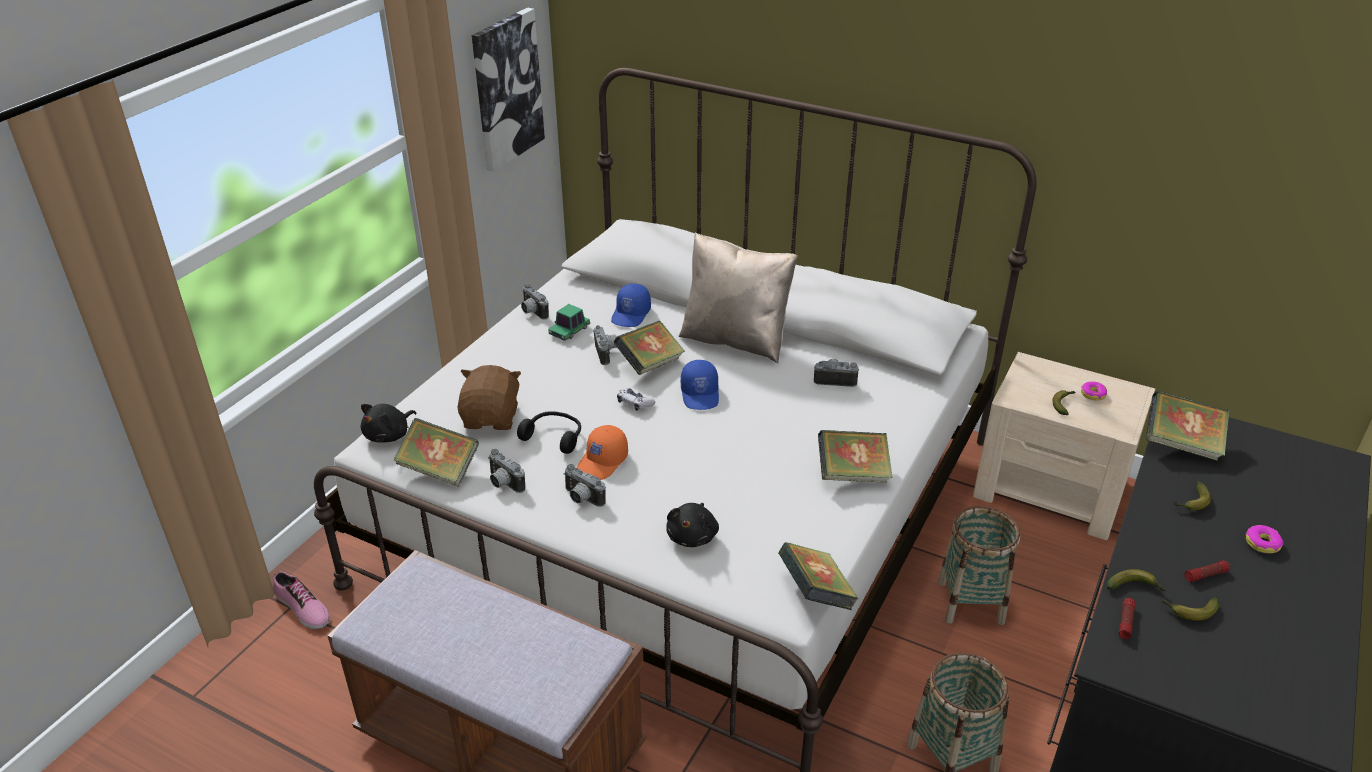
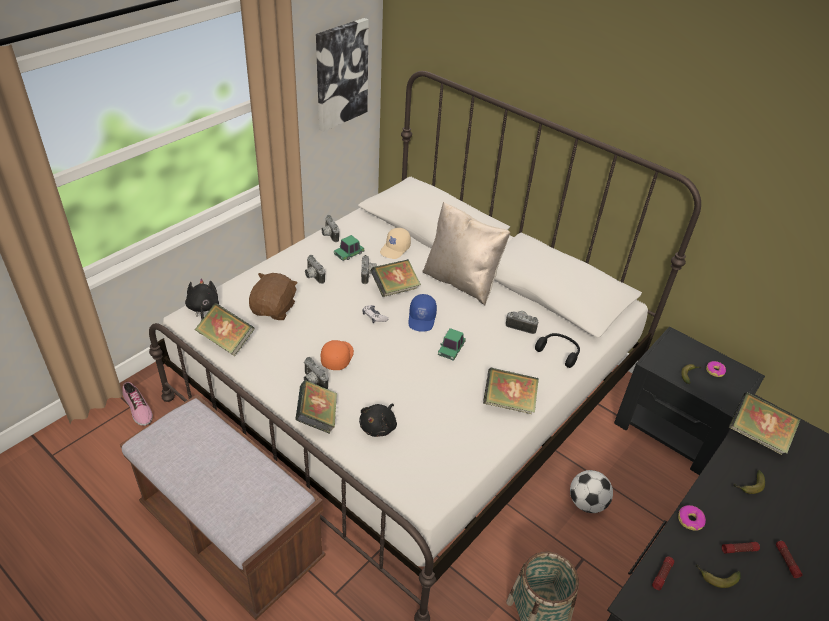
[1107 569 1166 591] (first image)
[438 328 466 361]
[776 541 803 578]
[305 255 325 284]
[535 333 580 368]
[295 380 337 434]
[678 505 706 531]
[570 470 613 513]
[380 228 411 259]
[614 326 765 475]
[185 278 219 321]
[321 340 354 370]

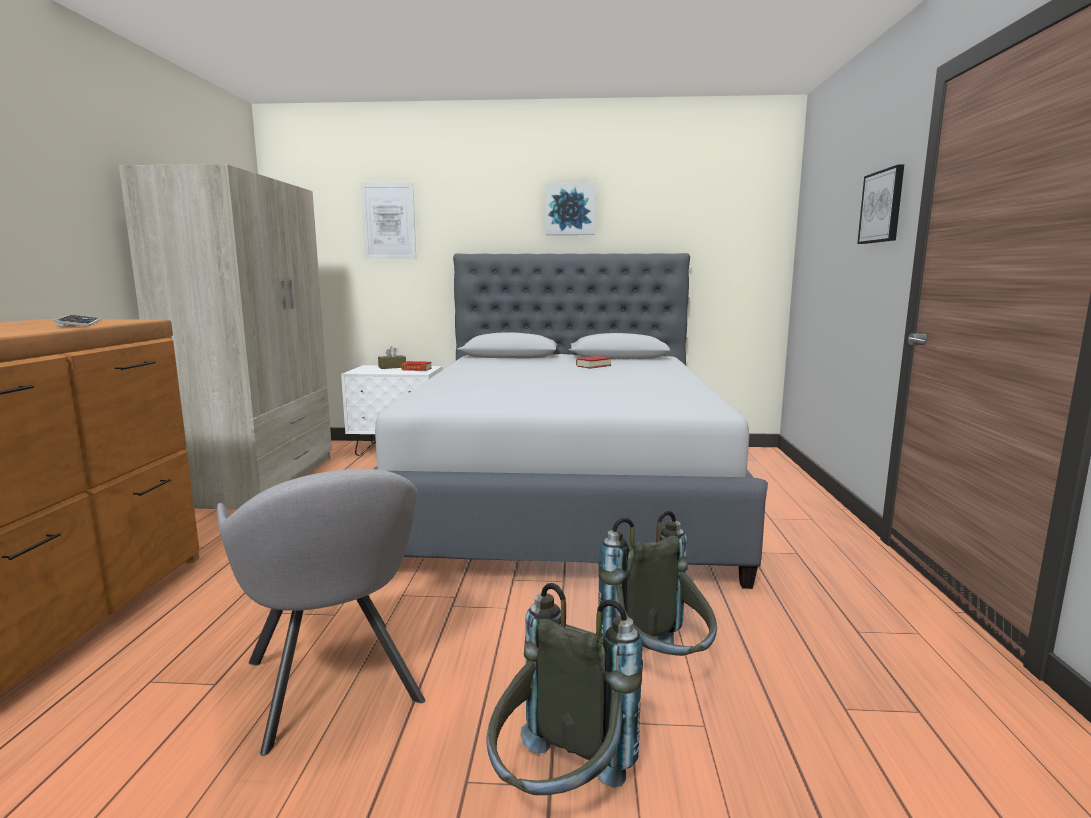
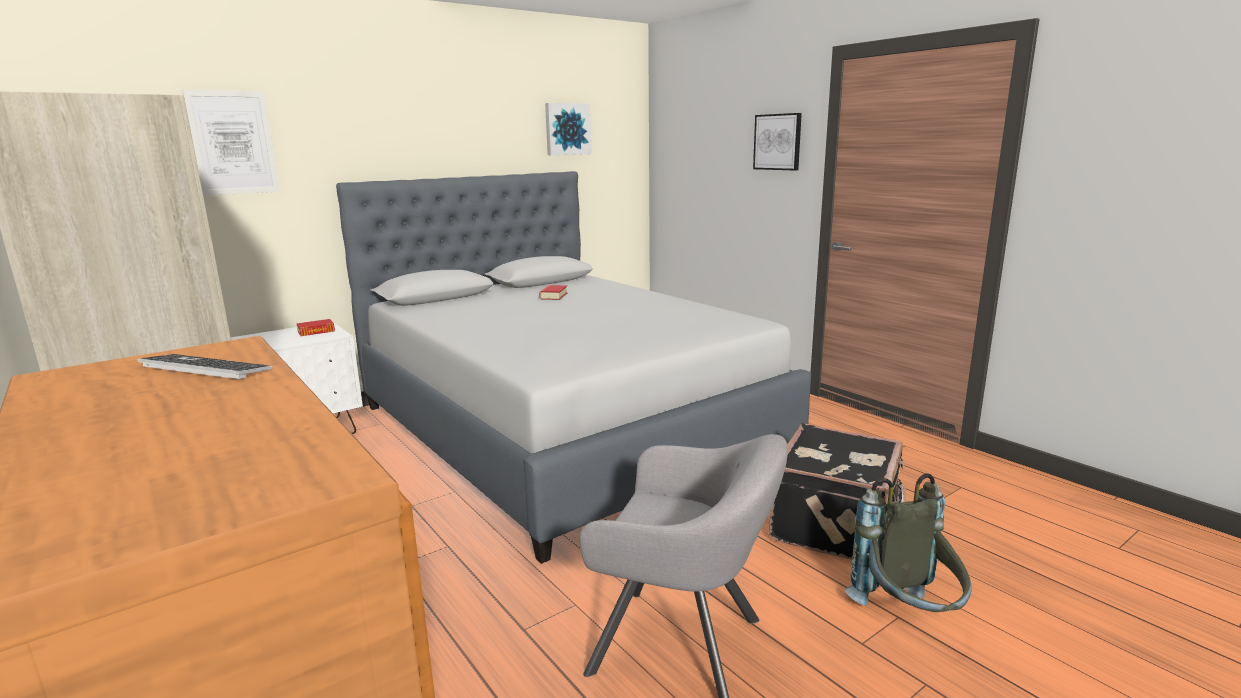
[378 346 406 369] (first image)
[545 103 592 155]
[769 423 906 560]

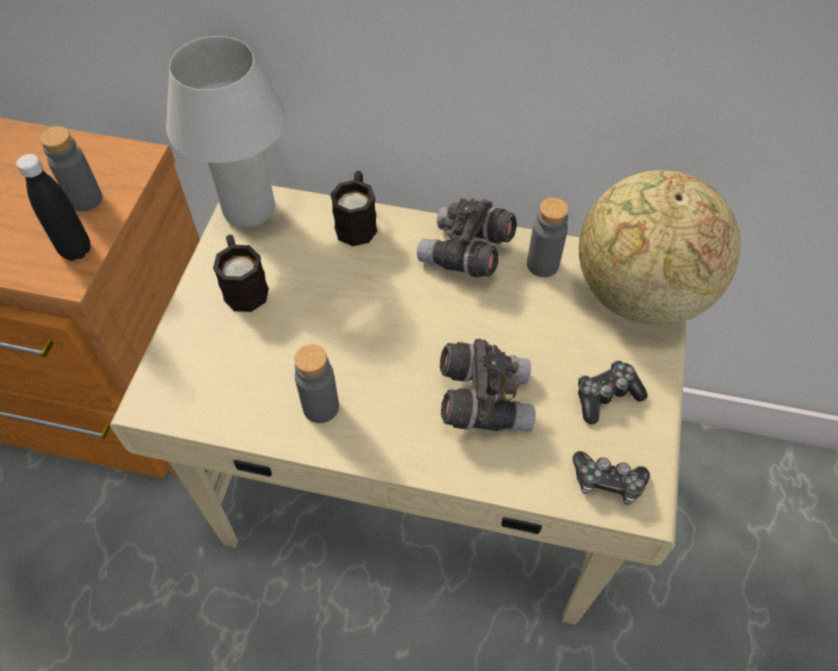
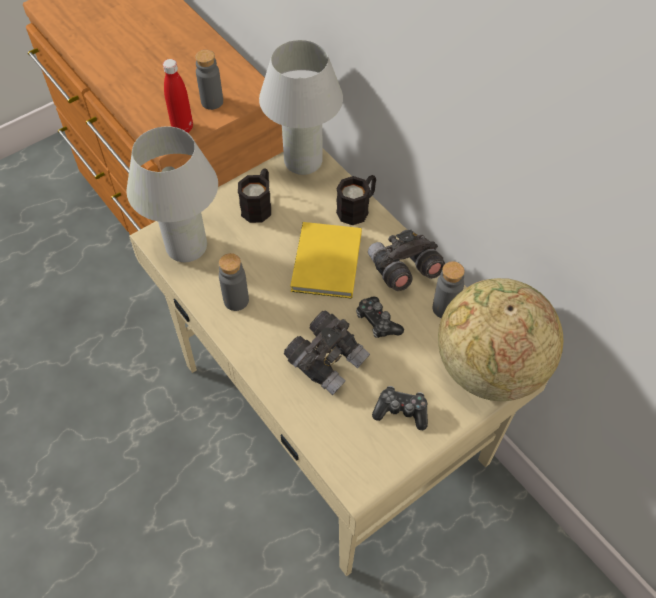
[127 126 218 262]
[290 222 362 299]
[356 297 404 338]
[163 59 193 133]

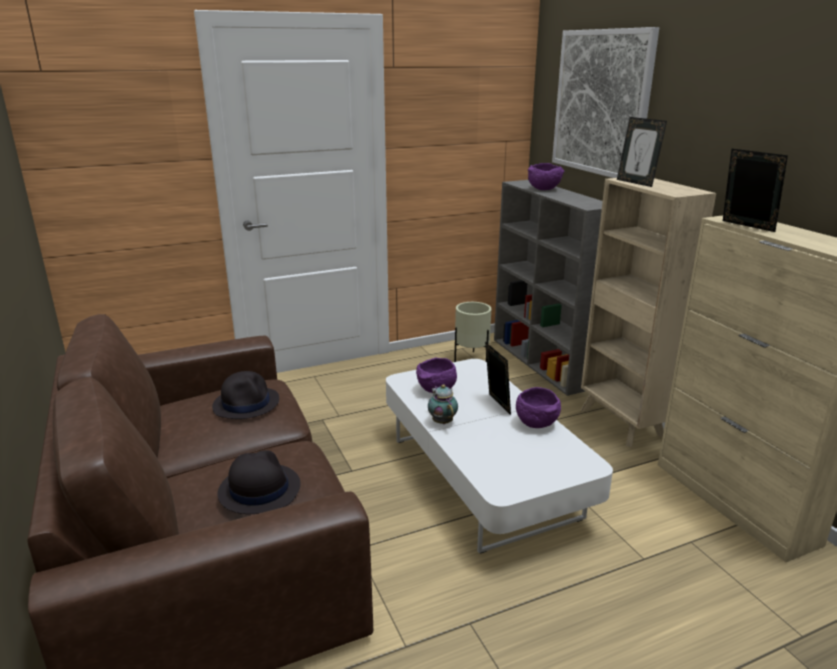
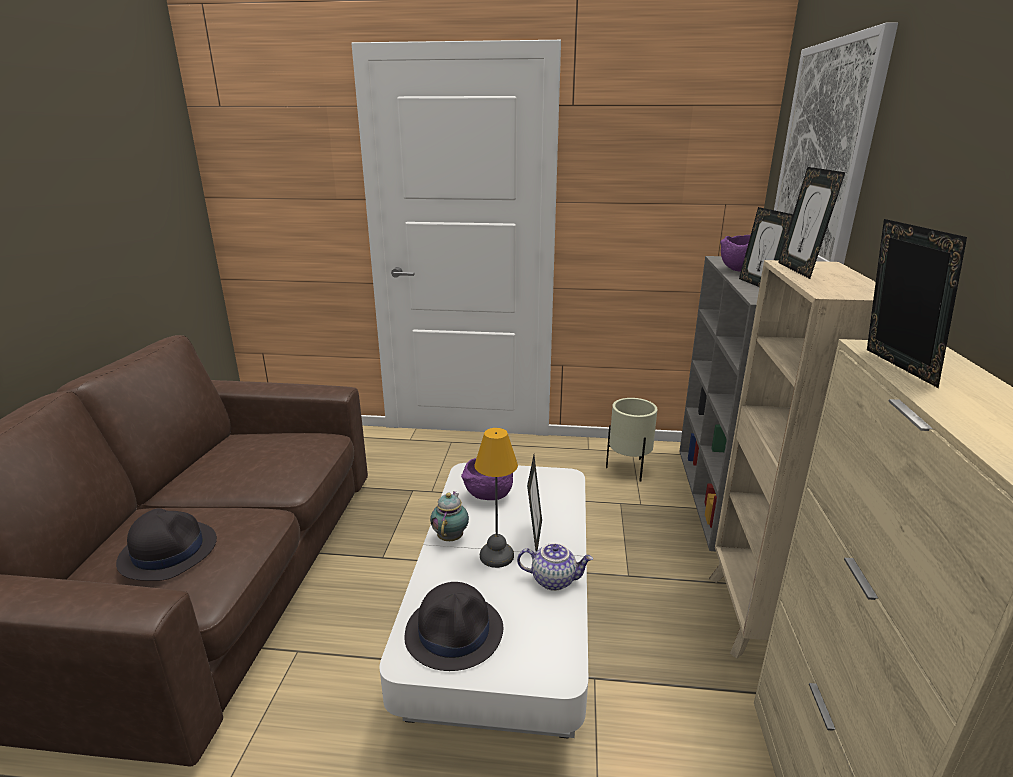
[474 428 518 568]
[739 207 793 287]
[405 582 503 671]
[517 543 593 591]

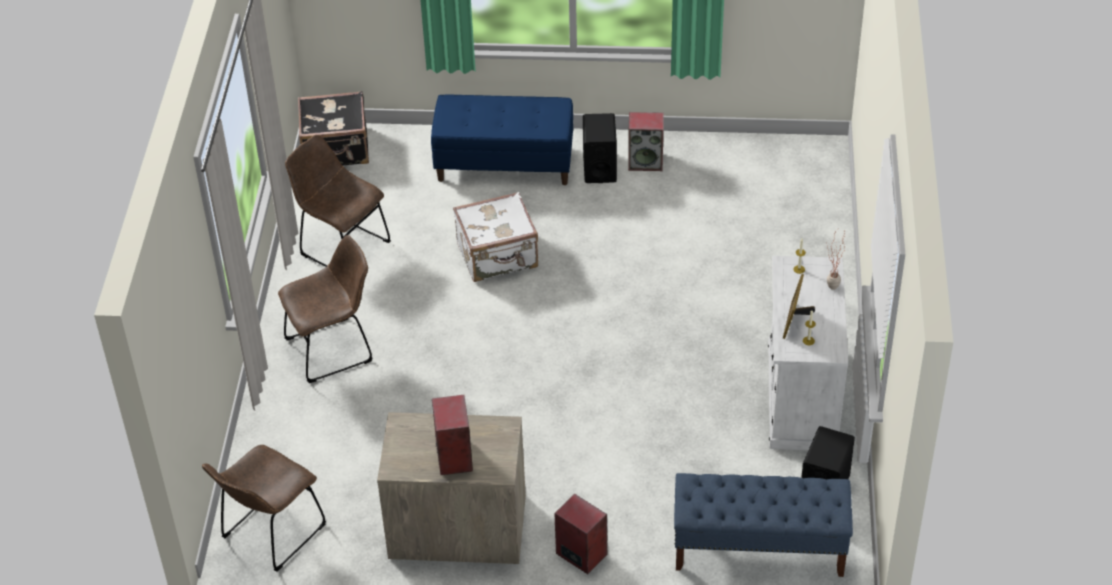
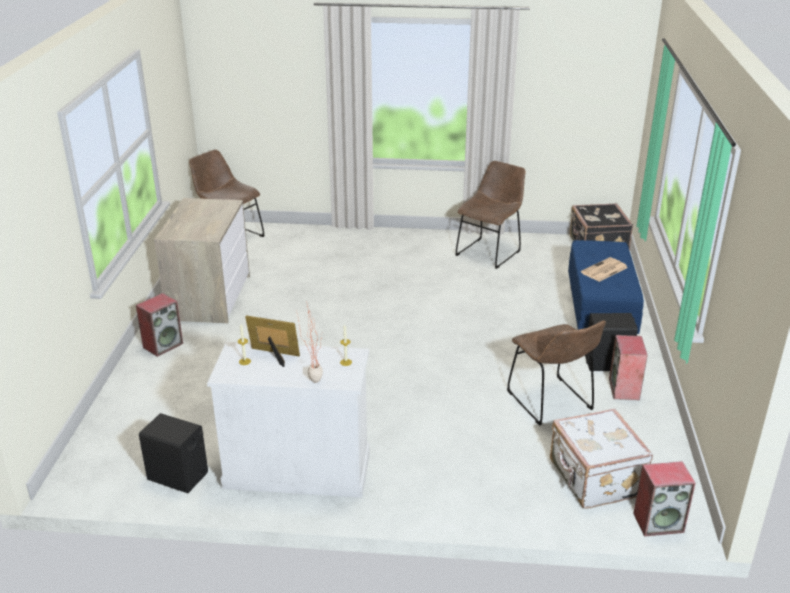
[674 473 853 577] (first image)
[581 257 628 282]
[507 321 606 426]
[633 461 696 537]
[550 409 653 509]

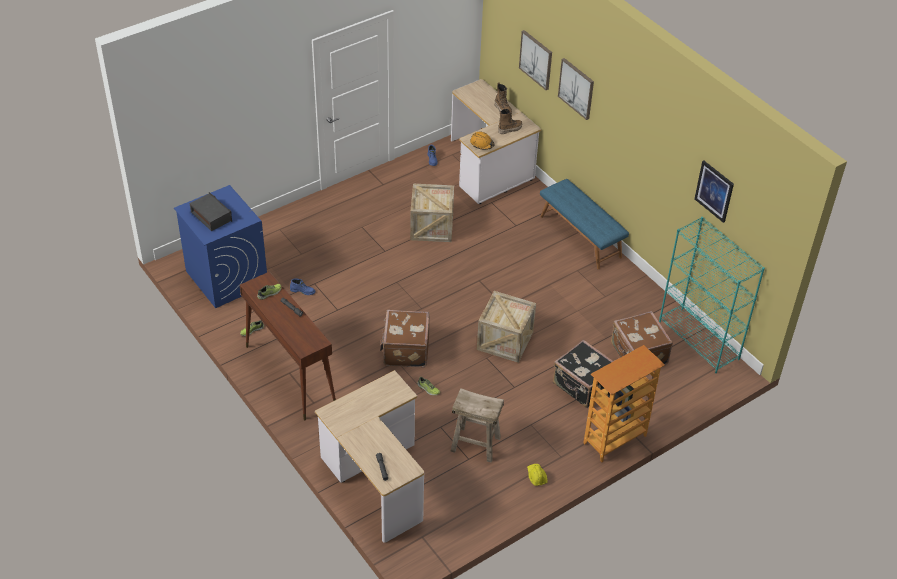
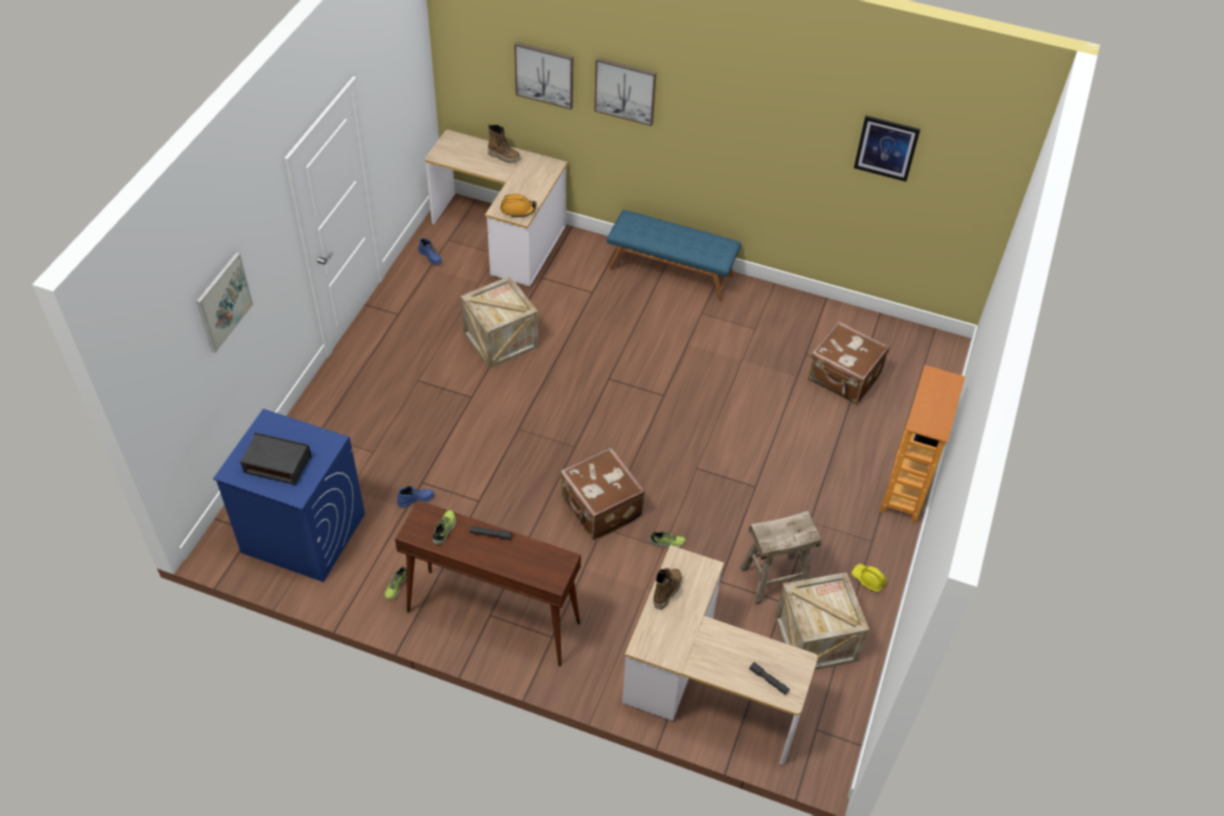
[553 340 613 408] (first image)
[659 217 765 373] (first image)
[196 252 253 353]
[775 572 869 670]
[653 568 682 610]

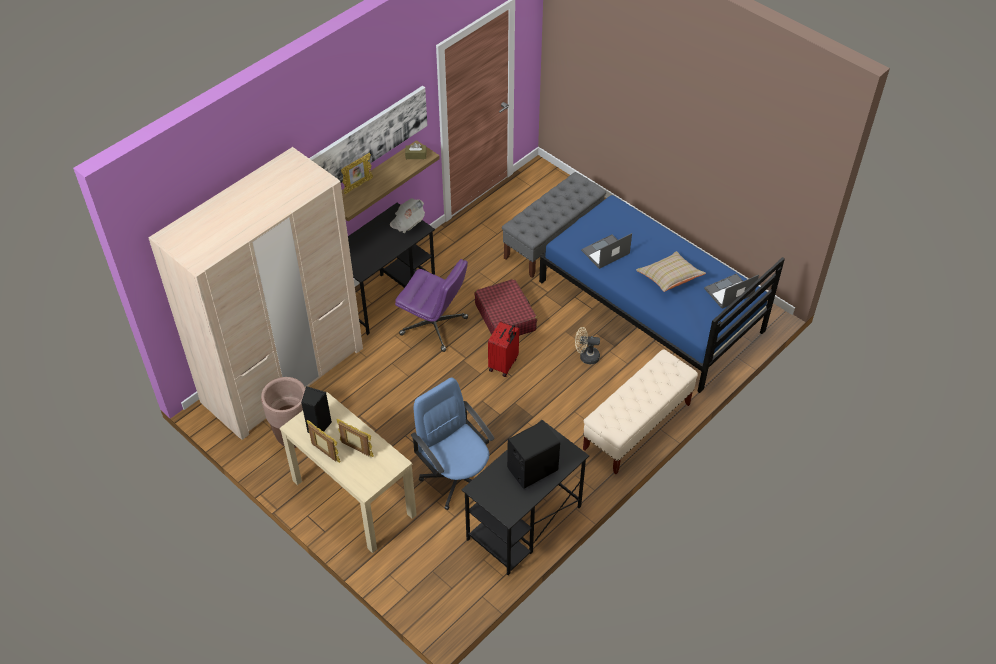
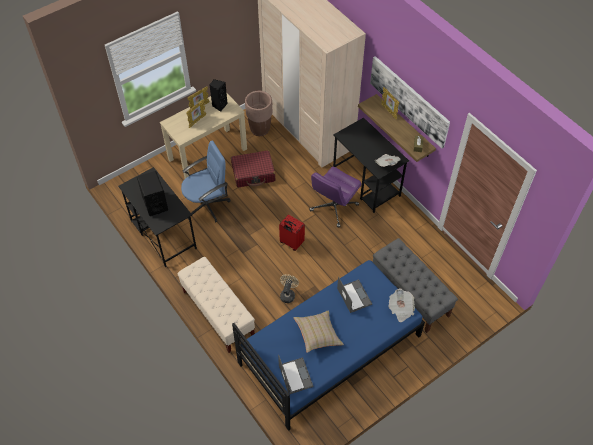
[388 288 415 322]
[231 150 275 187]

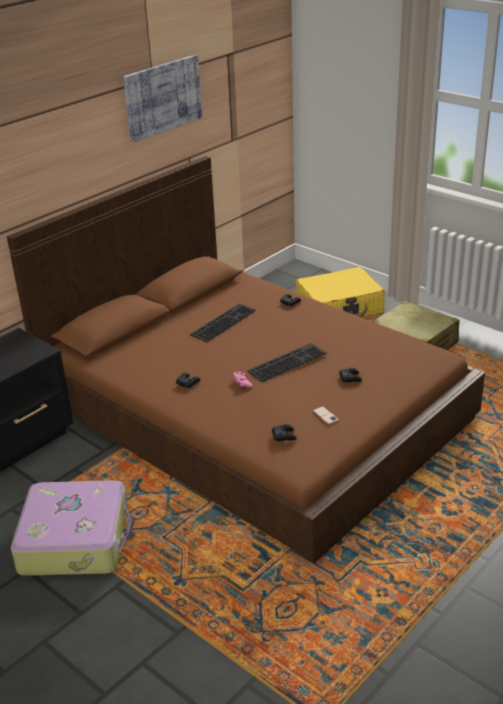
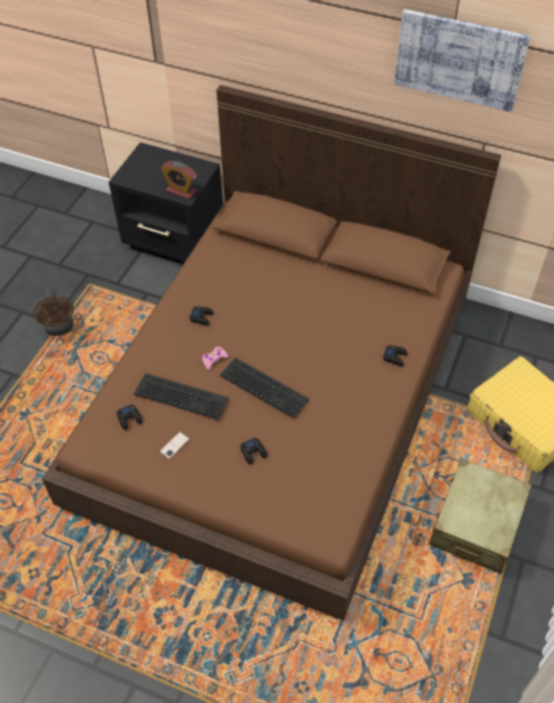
[161 161 197 199]
[134 373 229 420]
[33 289 74 336]

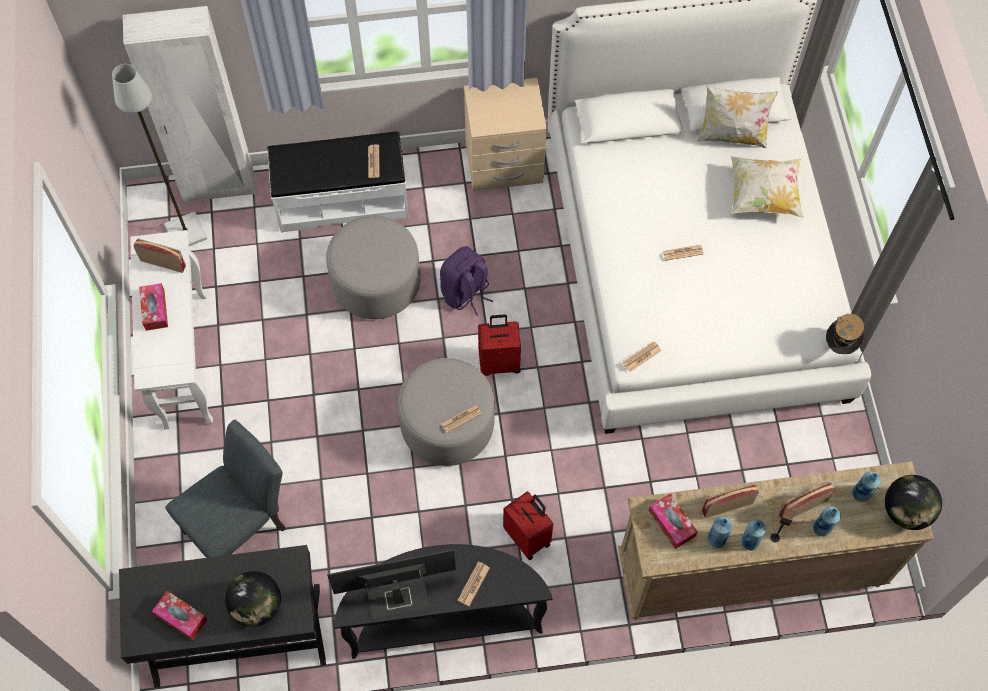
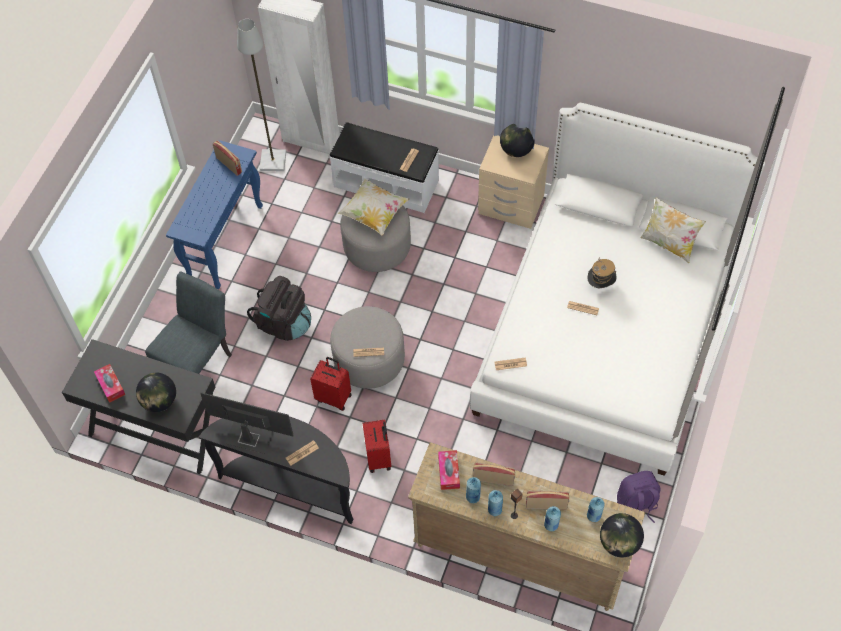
[139 283 168 331] (first image)
[247 276 311 341]
[500 124 535 157]
[617 471 660 523]
[310 357 352 411]
[337 178 409 236]
[588 258 617 288]
[166 140 263 289]
[145 271 232 374]

